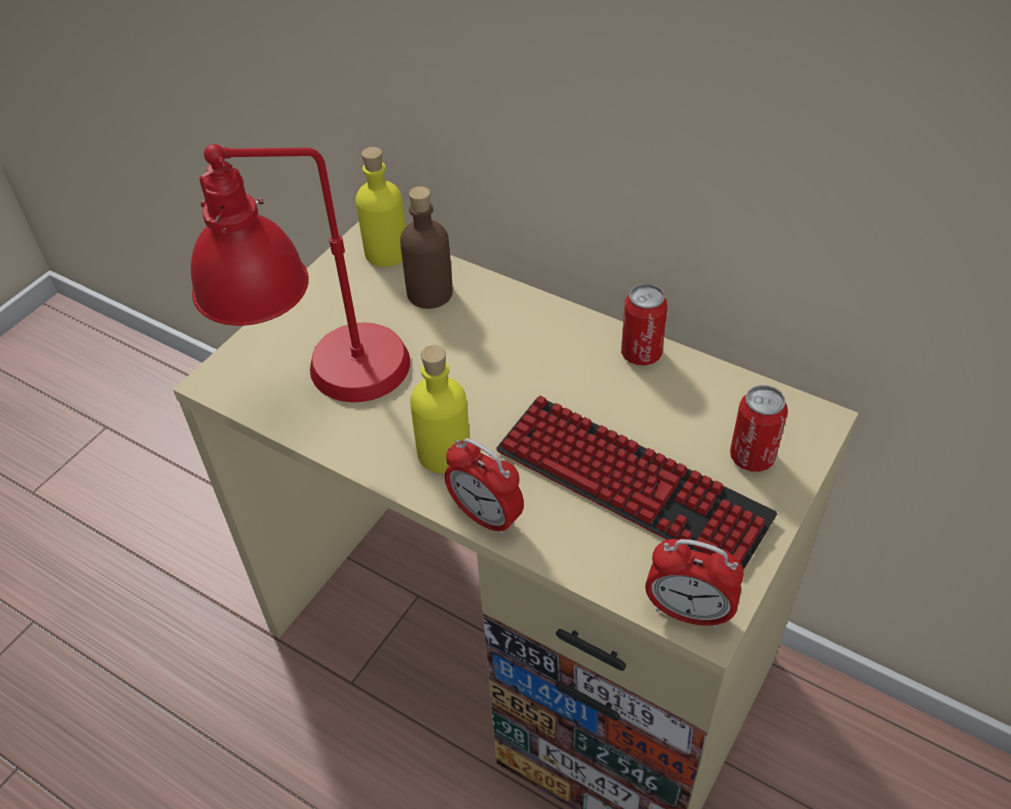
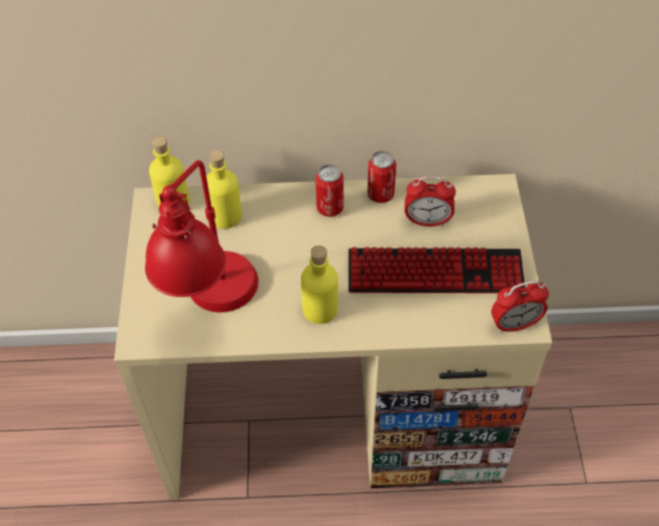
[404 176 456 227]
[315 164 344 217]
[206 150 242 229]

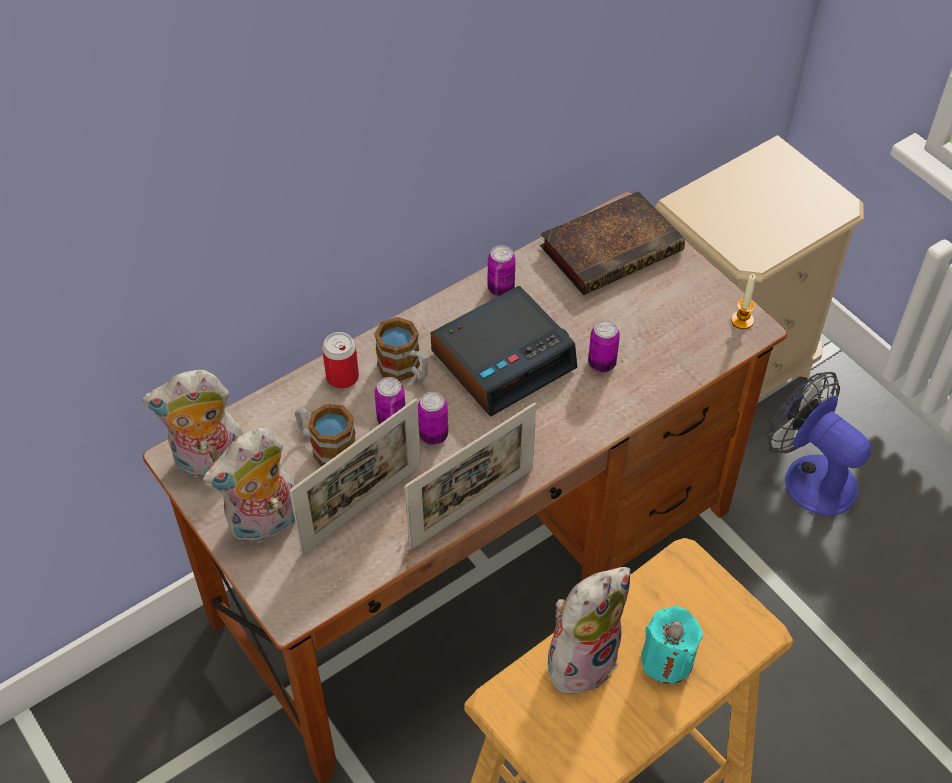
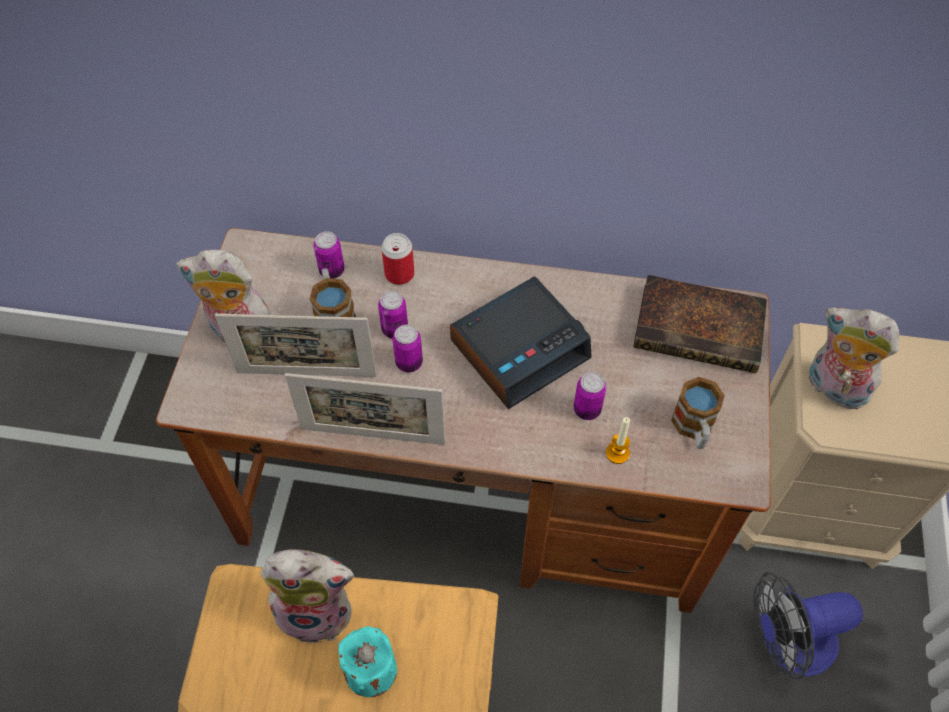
[808 307 899 409]
[671 377 725 449]
[313 231 345 279]
[606 417 630 464]
[450 276 592 409]
[753 572 863 680]

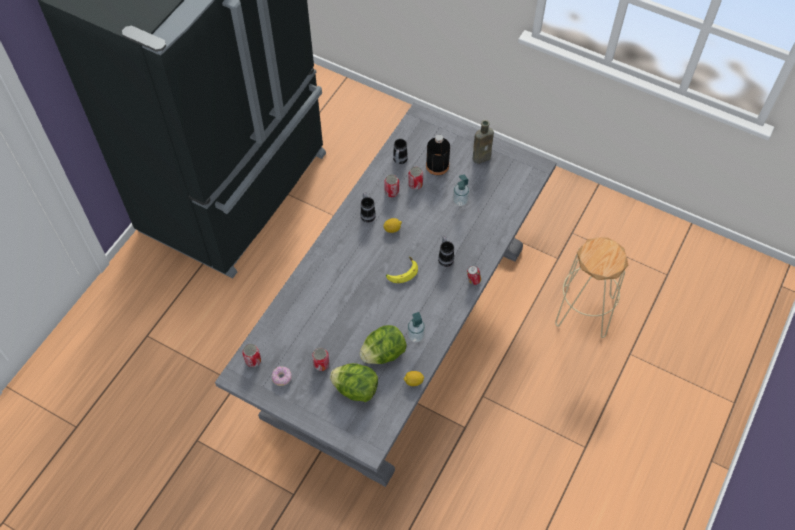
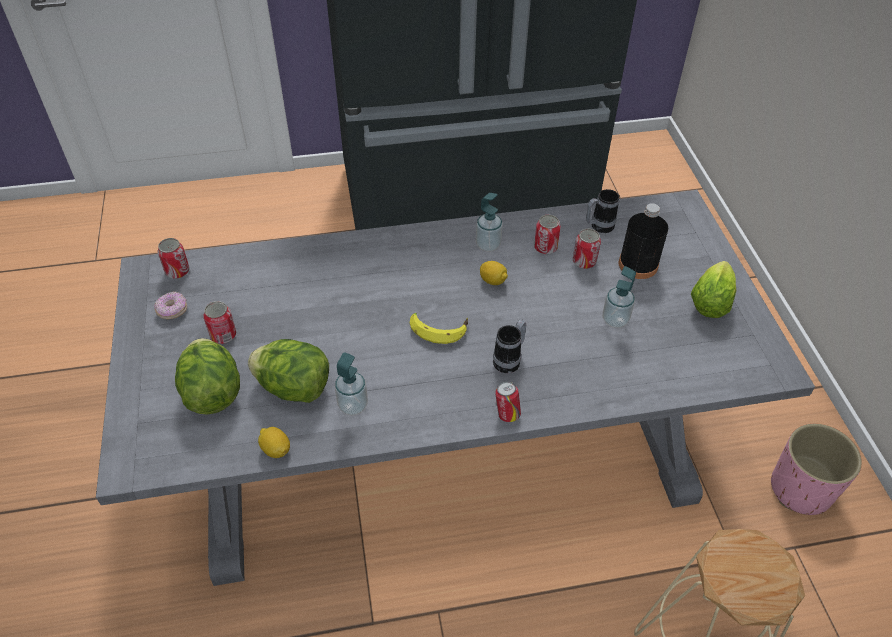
[771 424 862 515]
[476 193 503 252]
[691 261 736 318]

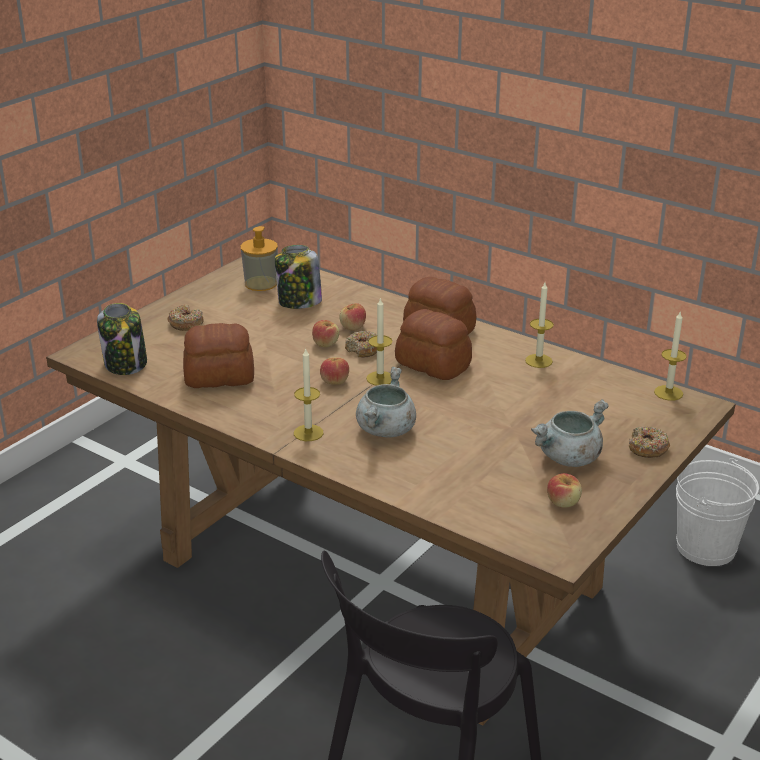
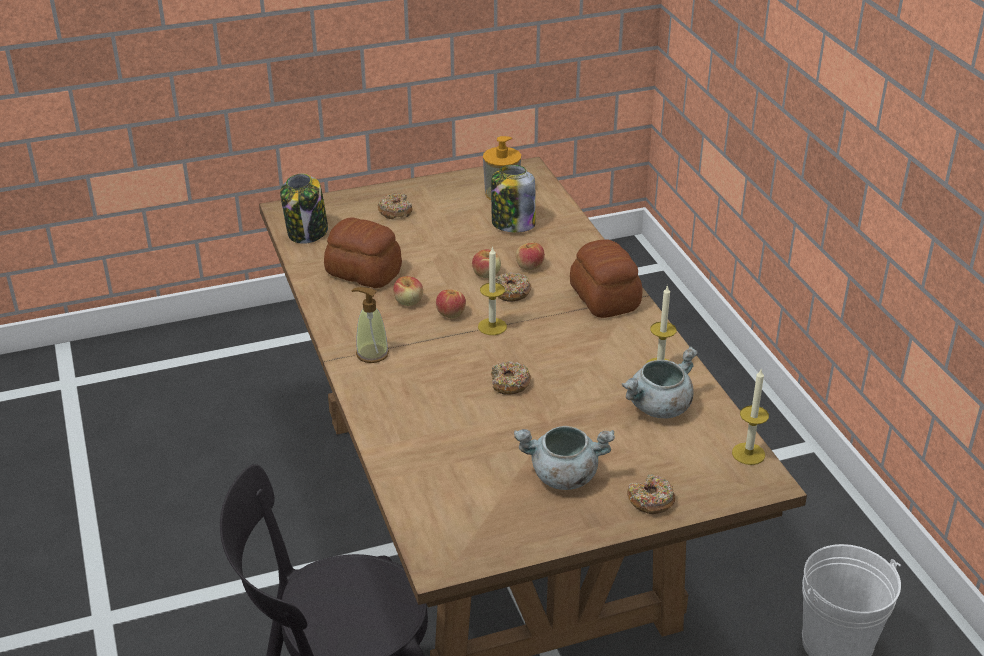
[395 309 472 380] (first image)
[491 361 531 395]
[621 346 698 418]
[393 276 423 306]
[352 287 389 363]

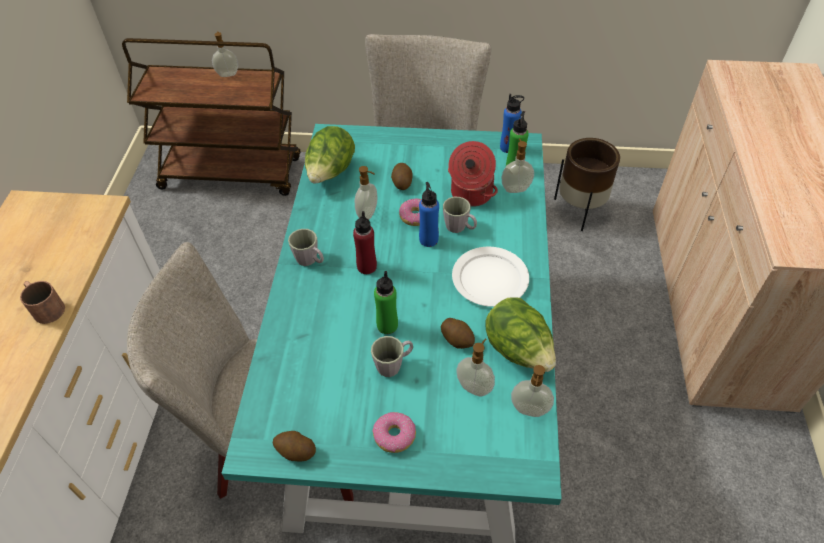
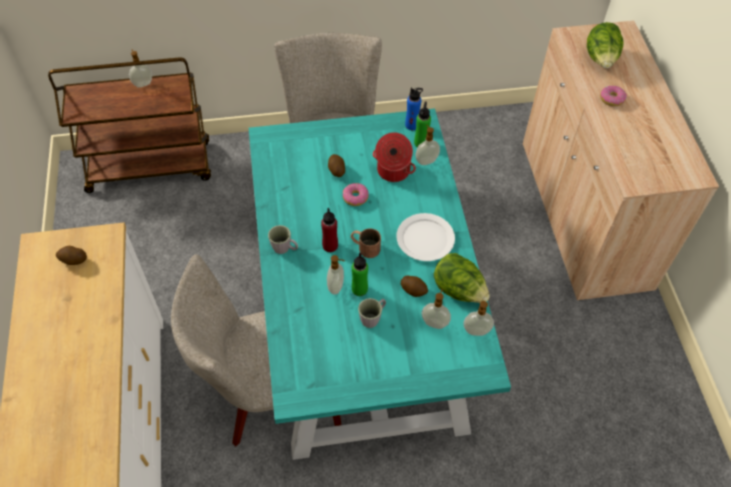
[419 182 439 247] (first image)
[443 197 477 233] (first image)
[554 138 620 231] (first image)
[351 228 381 258]
[56 246 87 265]
[587 22 624 68]
[327 255 345 294]
[600 86 627 107]

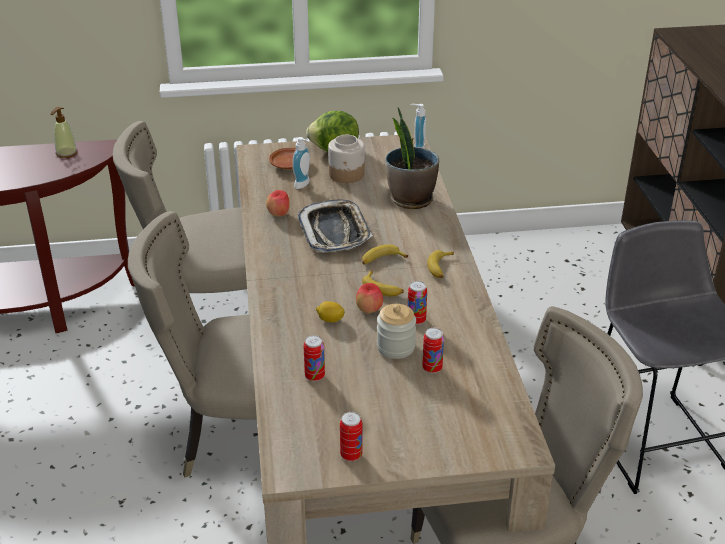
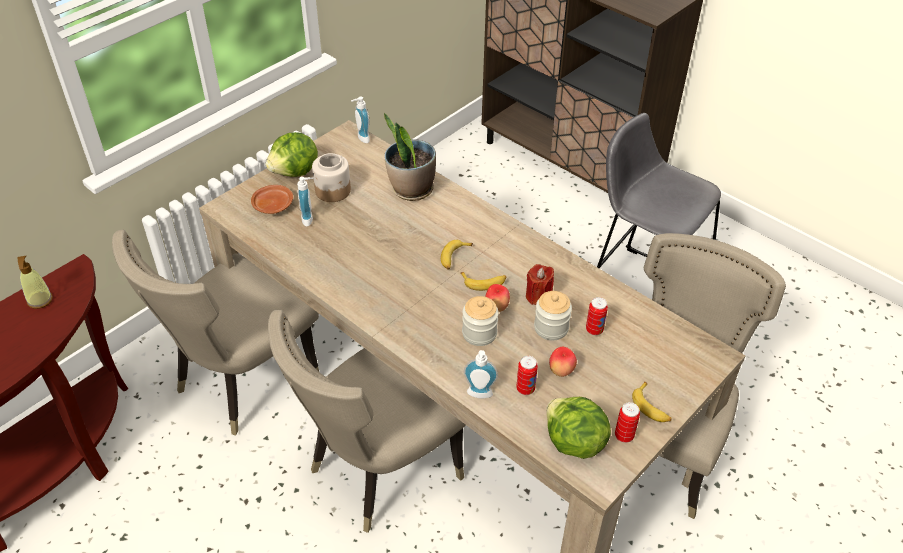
[298 199 373 253] (first image)
[464 350 498 398]
[546 397 611 459]
[549 347 577 377]
[632 381 672 422]
[462 296 499 346]
[526 264 554 305]

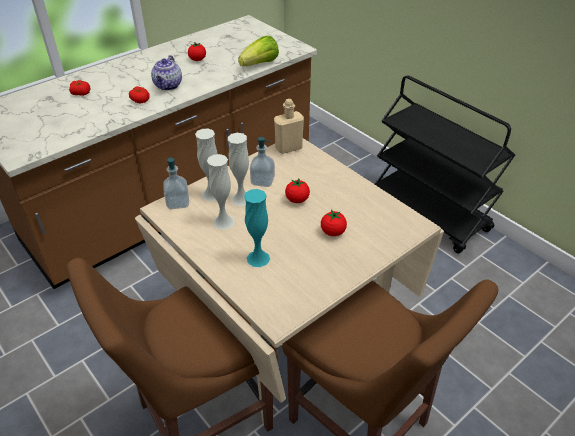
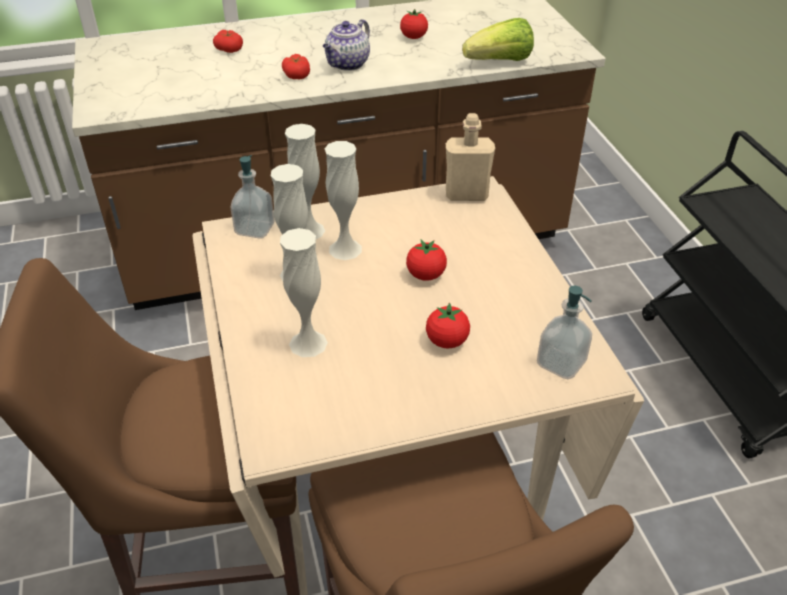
[537 286 592 379]
[280 228 328 357]

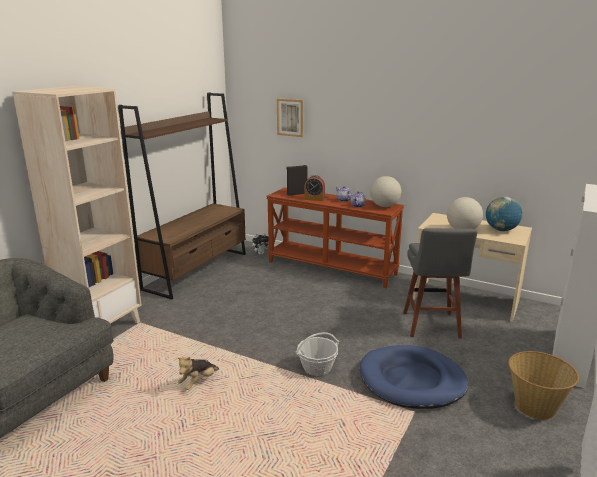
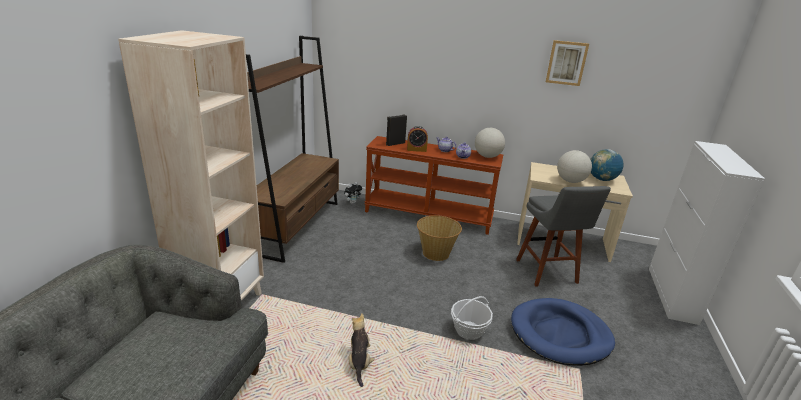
[546 40 589 86]
[417 215 462 261]
[349 314 375 387]

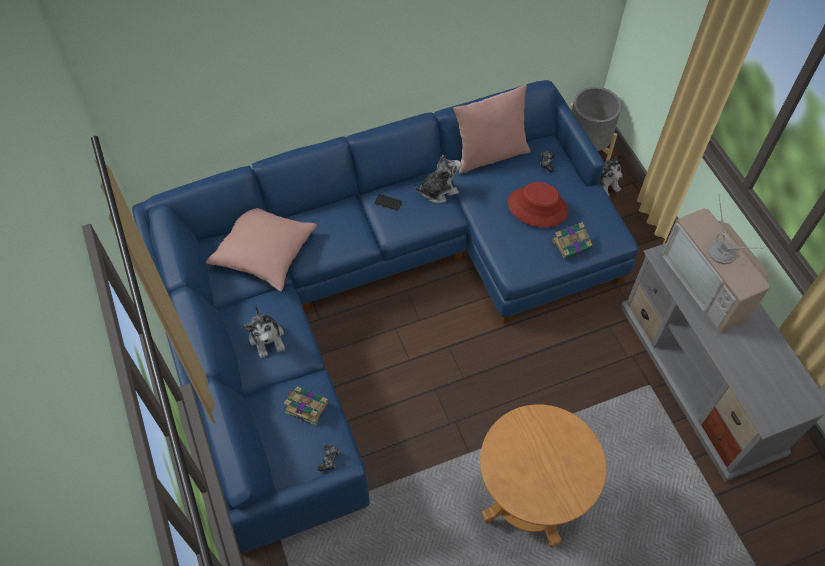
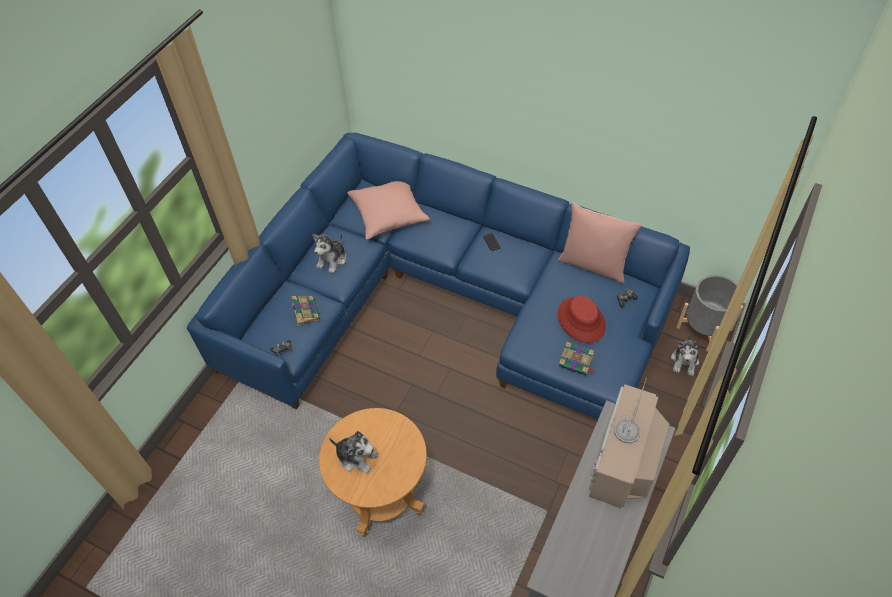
[329 431 379 474]

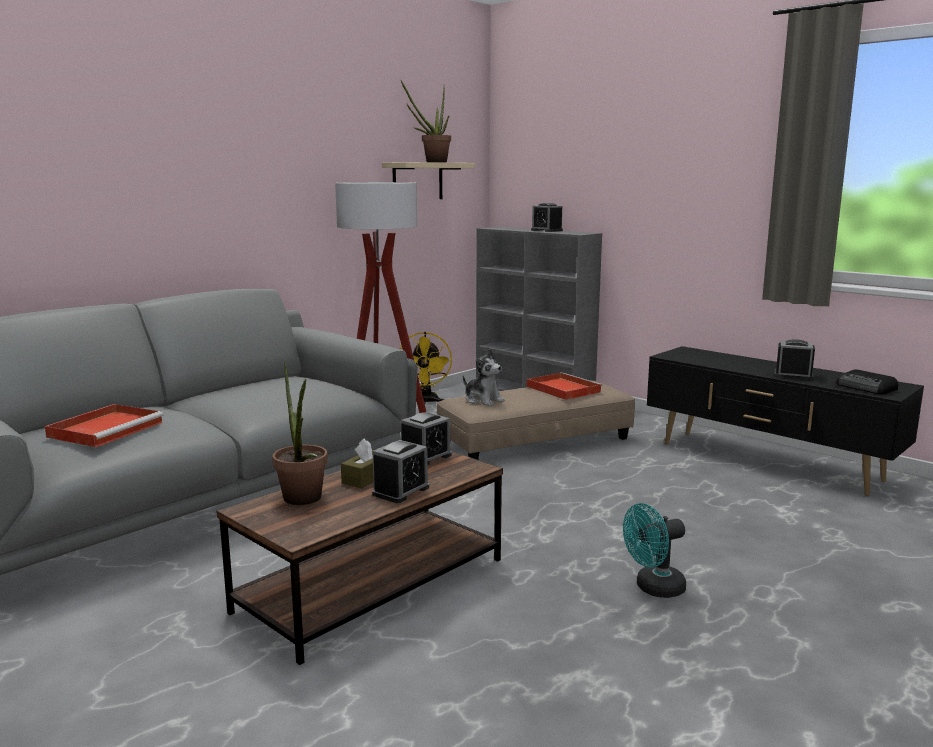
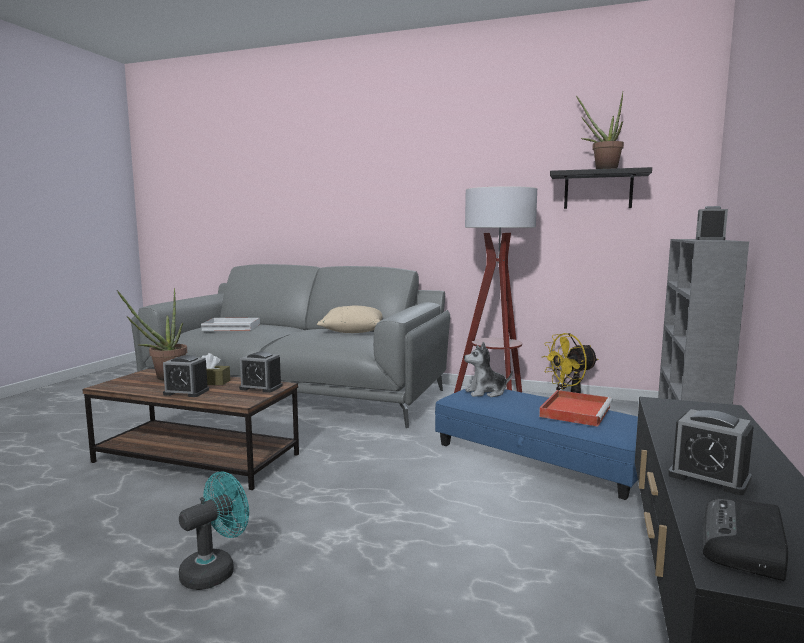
[317 305 382 333]
[201 318 260 331]
[550 167 652 209]
[435 389 638 500]
[464 342 513 397]
[179 472 249 590]
[668 409 754 495]

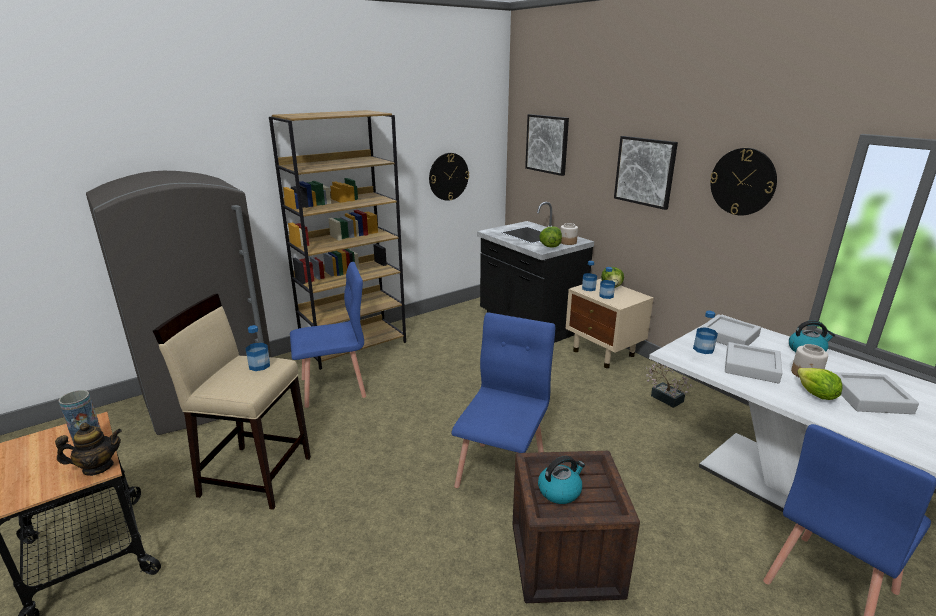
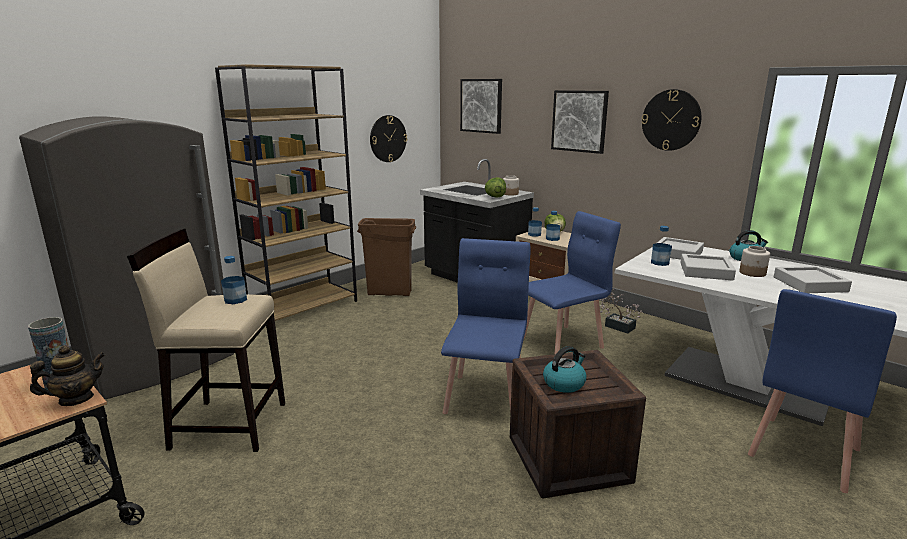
[797 368 843 400] (first image)
[357 218 416 296]
[524 211 621 354]

